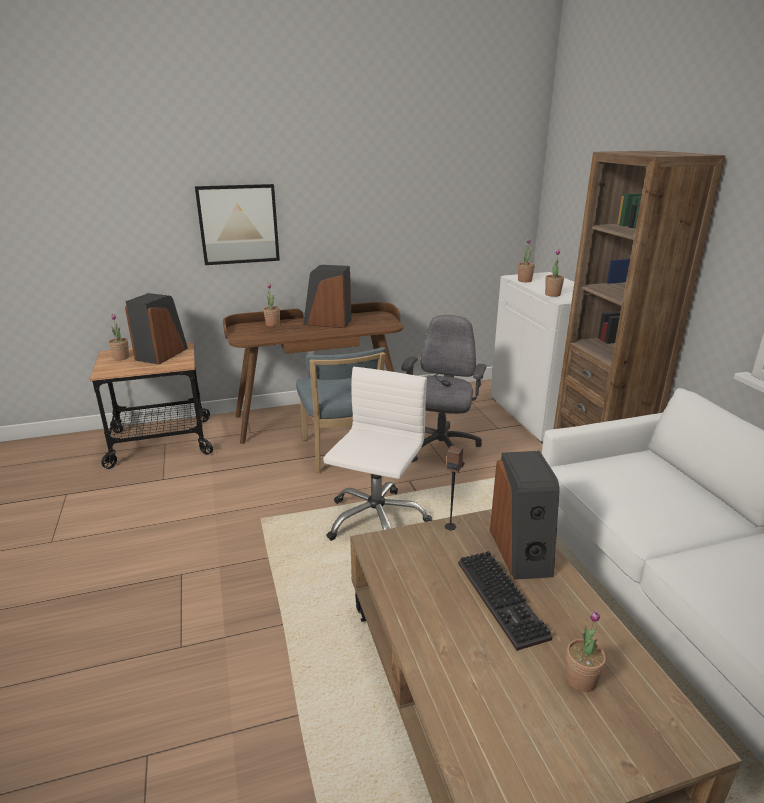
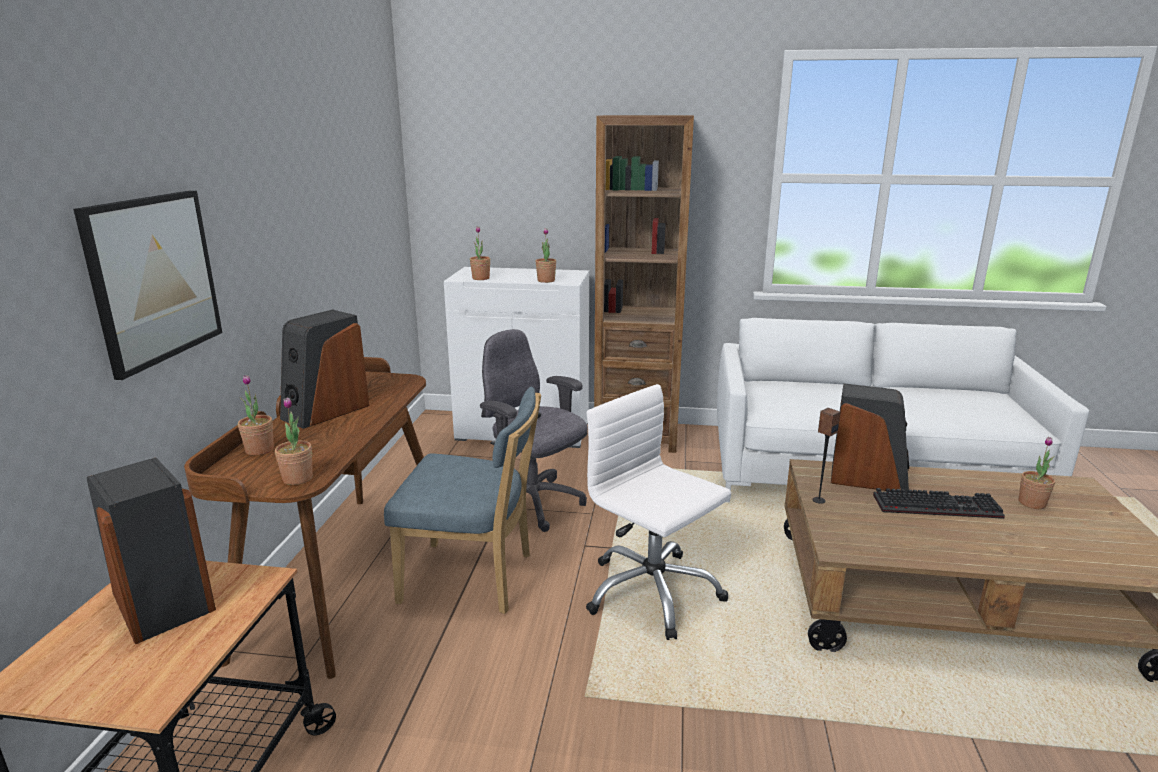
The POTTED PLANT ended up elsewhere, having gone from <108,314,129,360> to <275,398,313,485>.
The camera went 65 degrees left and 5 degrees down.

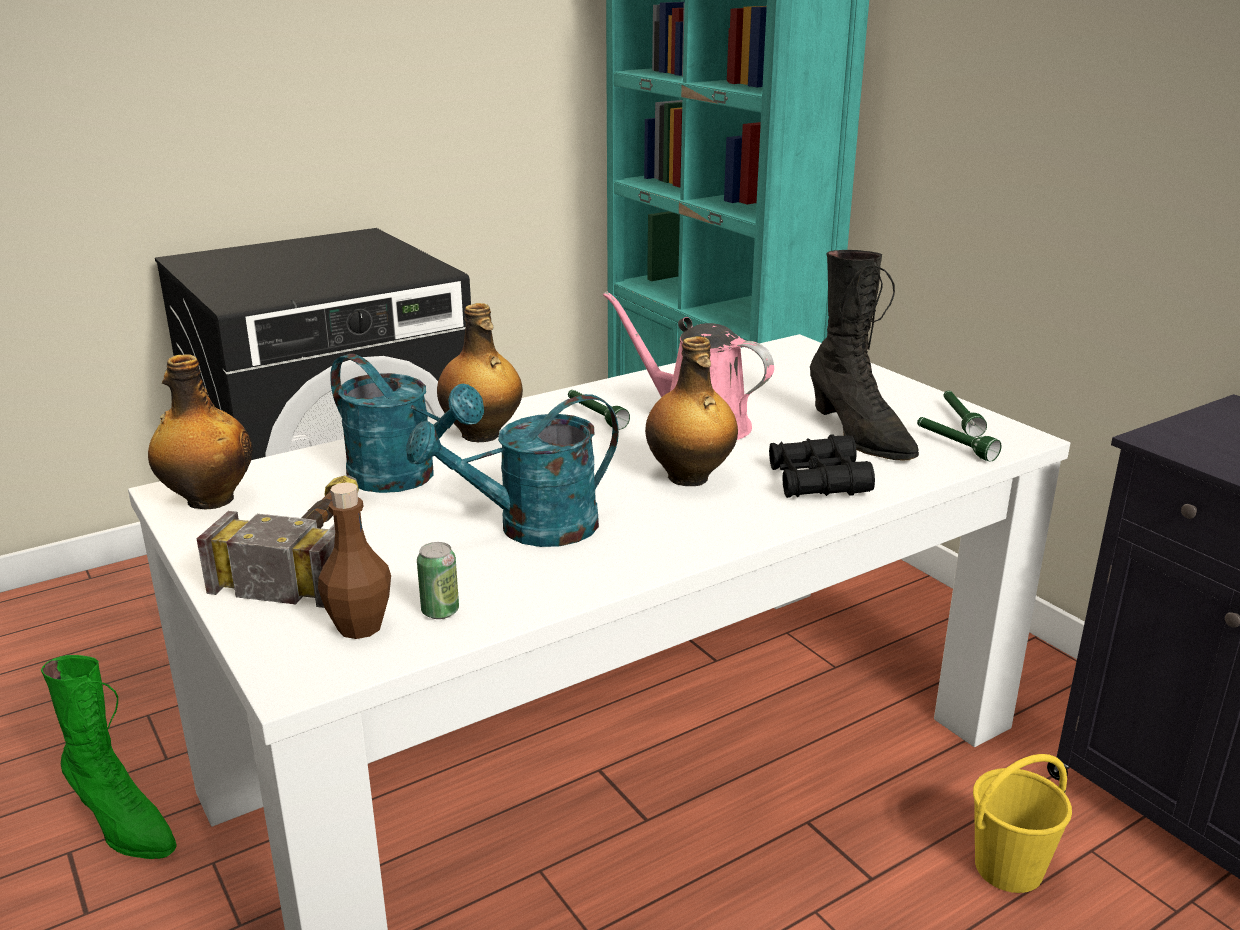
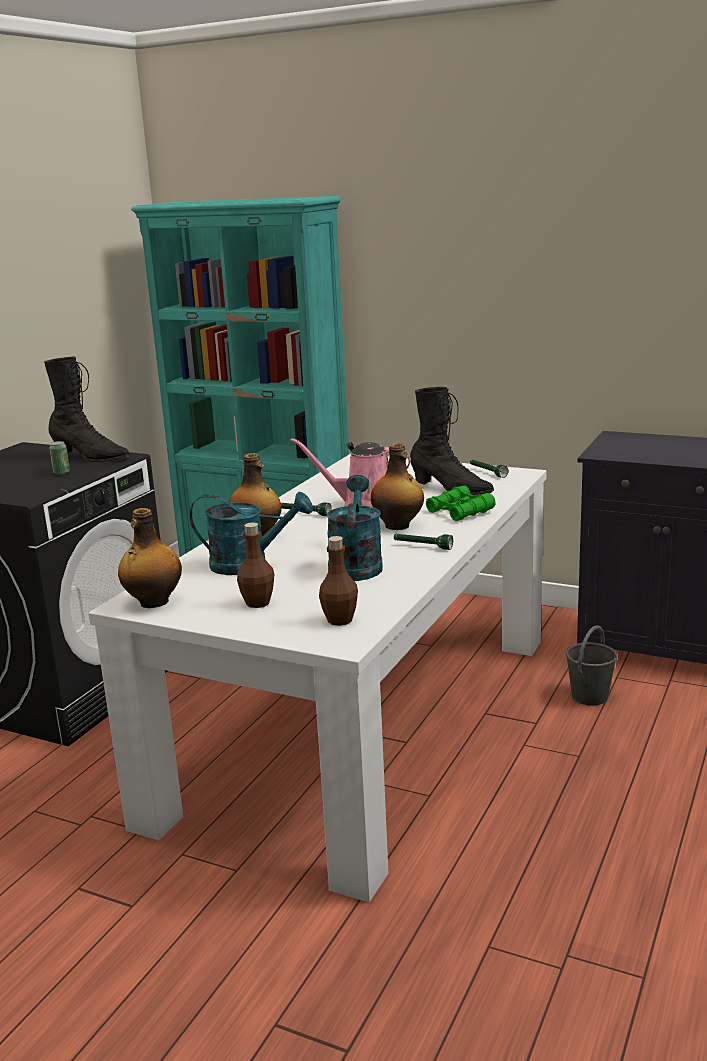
The second view gained the BLACK BOOT at <44,357,130,463>.
The CAN ended up elsewhere, having gone from <417,542,459,619> to <49,441,70,475>.
Where the HAMMER stood at <197,475,359,608>, the BROWN BOTTLE came to stand at <237,523,274,608>.
The TURQUOISE WATERING CAN at <406,394,619,547> ended up facing another way, 150 degrees clockwise from before.
The GREEN FLASHLIGHT ended up elsewhere, having gone from <917,417,1001,462> to <394,534,453,550>.
What was the BLACK BINOCULARS at <769,434,875,498> turned into the GREEN BINOCULARS at <426,485,495,521>.
What was the YELLOW BUCKET at <973,754,1072,893> turned into the GREY BUCKET at <566,625,617,706>.
The second view lost the GREEN BOOT at <41,655,176,859>.
The camera went 30 degrees left and 5 degrees down.

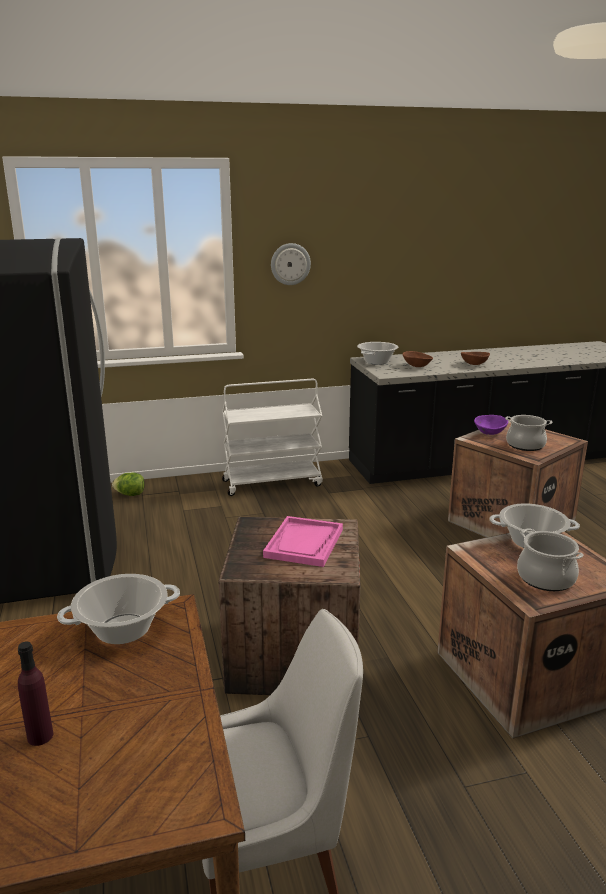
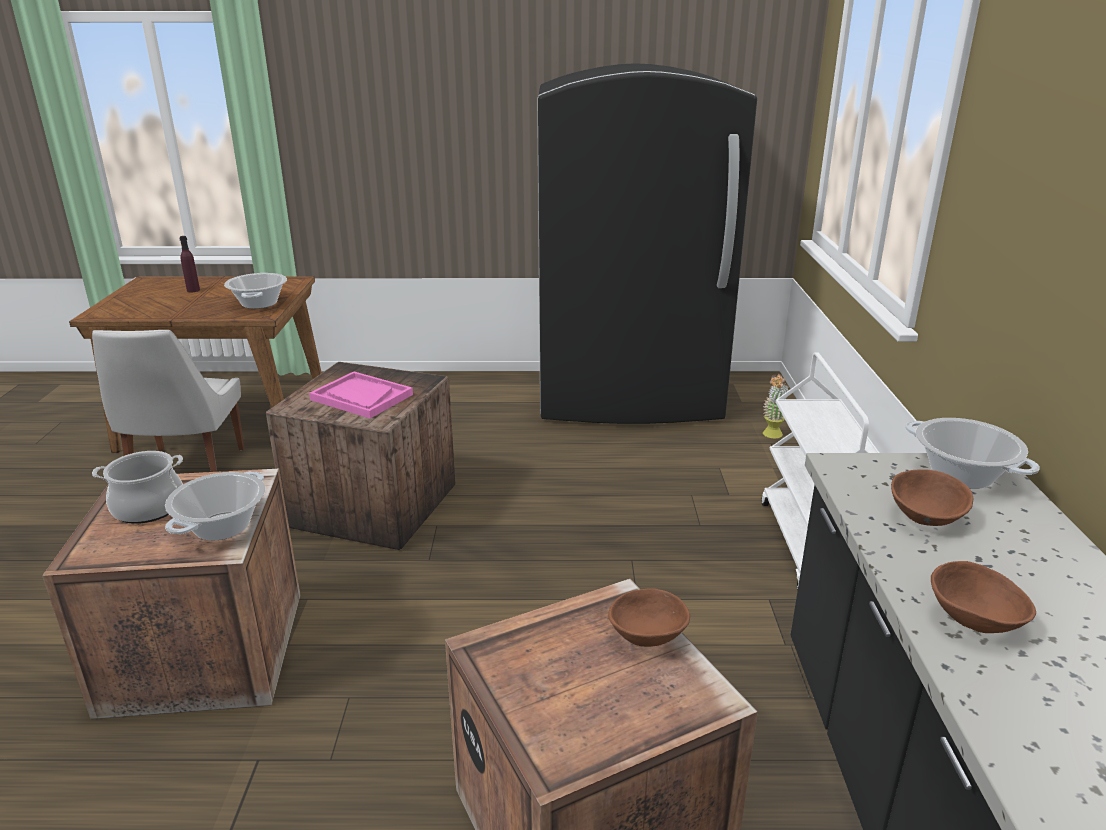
What was the PURPLE BOWL at <474,415,508,435> turned into the BROWN BOWL at <609,588,690,647>.
Where the LETTUCE stood at <112,473,145,496>, the POTTED PLANT came to stand at <763,374,789,438>.
The second view lost the WALL CLOCK at <271,243,311,285>.
The second view lost the COOKING POT at <505,415,553,451>.
The camera went 105 degrees right and 5 degrees up.

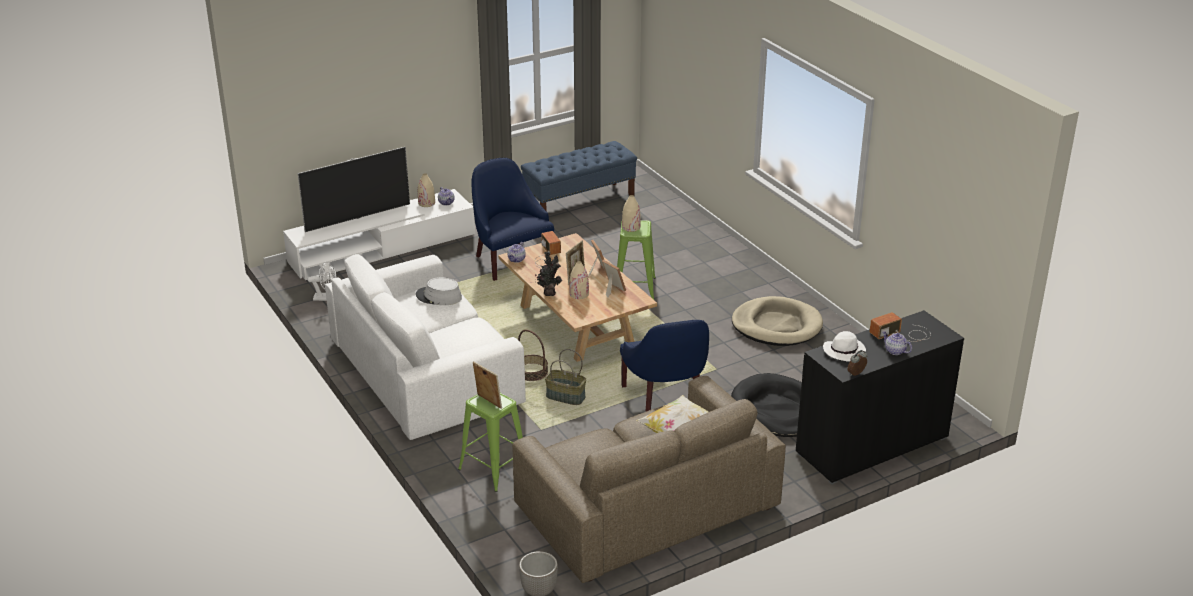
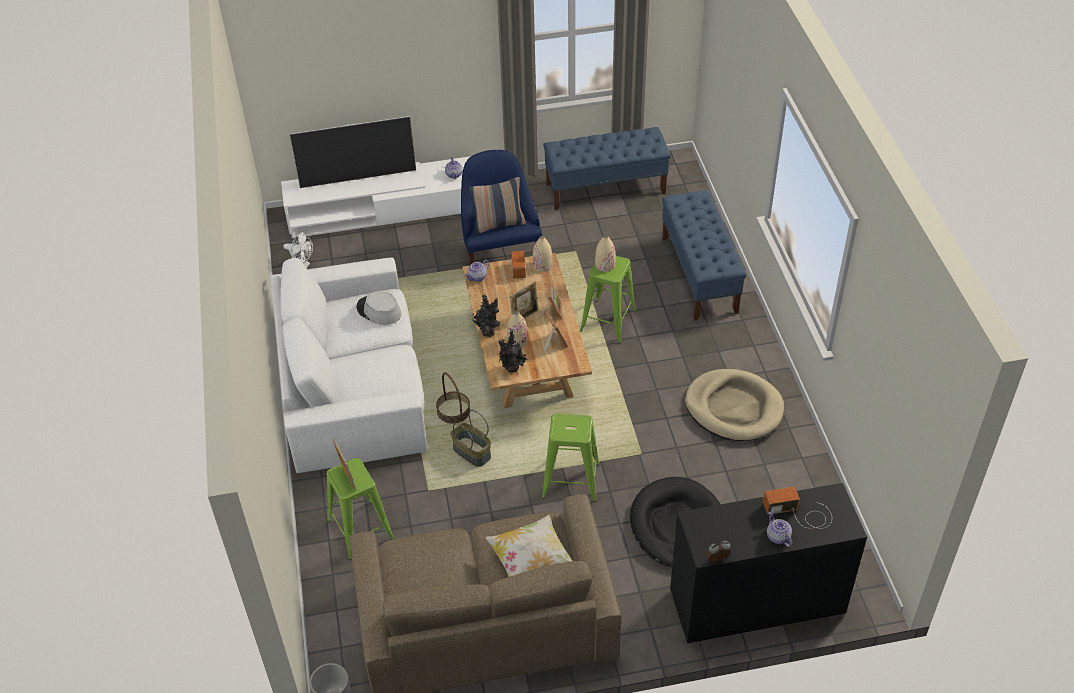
The second view gained the PILLOW at <469,177,526,234>.
The second view gained the POTTED PLANT at <499,329,527,373>.
The BEIGE VASE ended up elsewhere, having gone from <418,173,435,207> to <533,236,552,272>.
Where the BLUE ARMCHAIR stood at <620,320,709,412>, the GREEN STOOL came to stand at <542,413,600,502>.
The second view gained the BLUE BENCH at <662,191,746,321>.
The second view lost the WHITE HAT at <823,331,866,362>.
The camera went 20 degrees right and 15 degrees up.

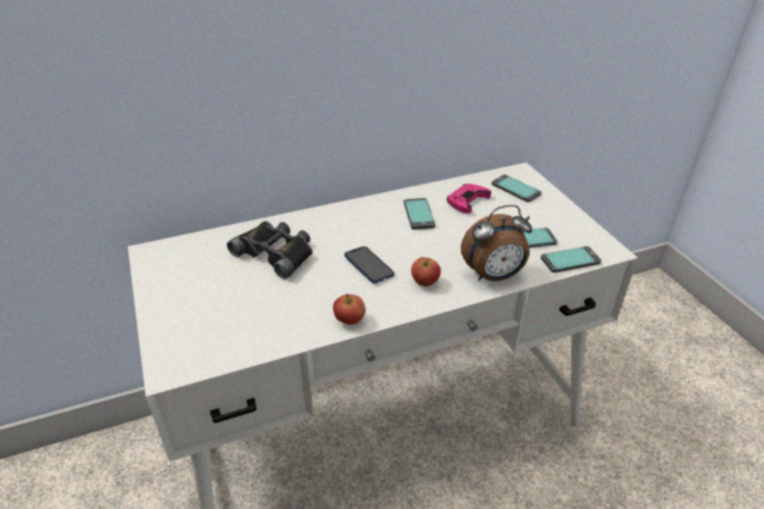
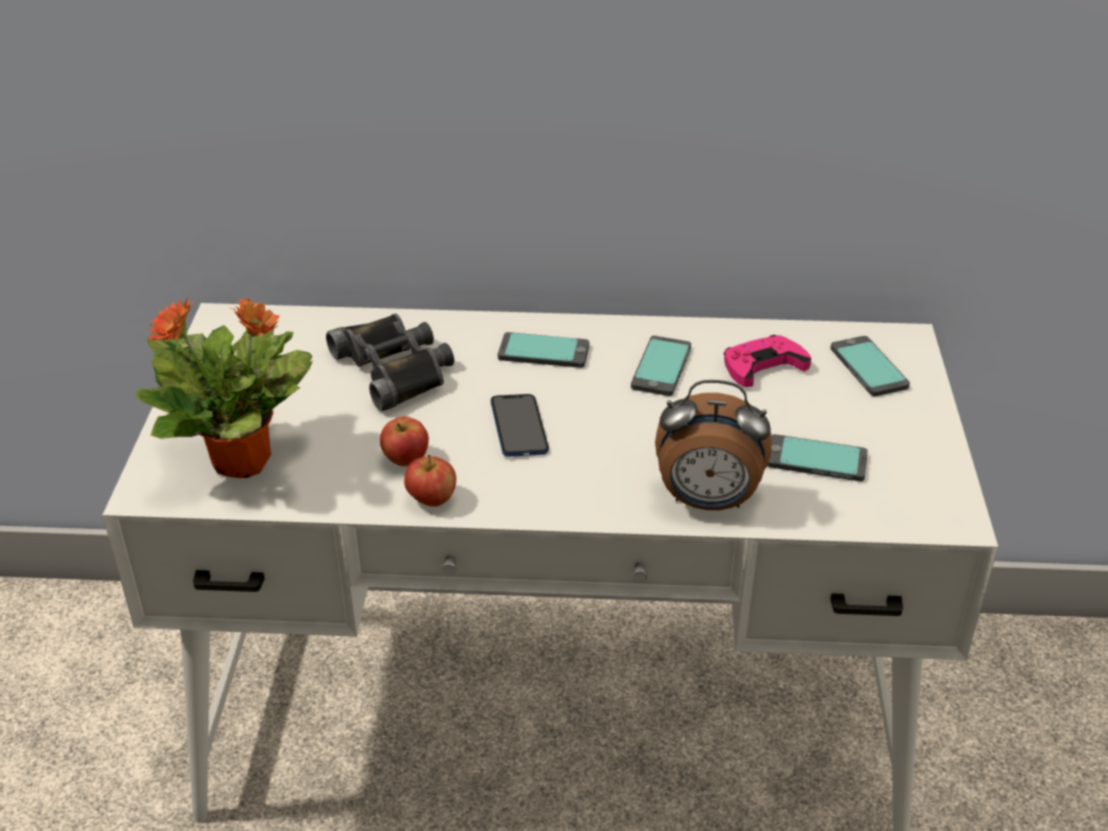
The second view gained the POTTED PLANT at <135,297,313,478>.
The APPLE ended up elsewhere, having gone from <411,257,441,286> to <380,416,429,466>.
The PHONE ended up elsewhere, having gone from <541,246,602,273> to <498,332,589,368>.
The camera went 25 degrees right and 0 degrees up.

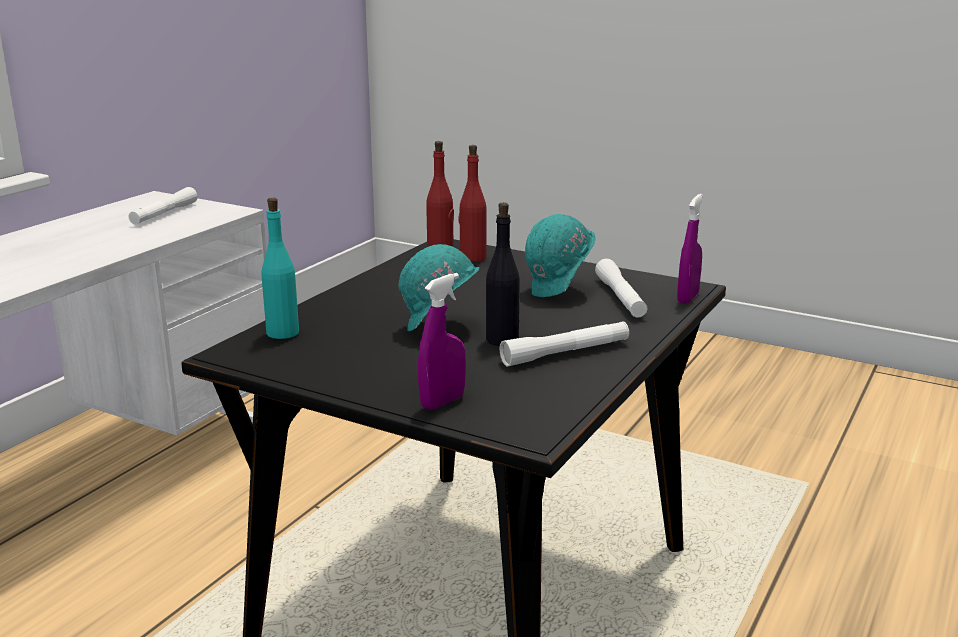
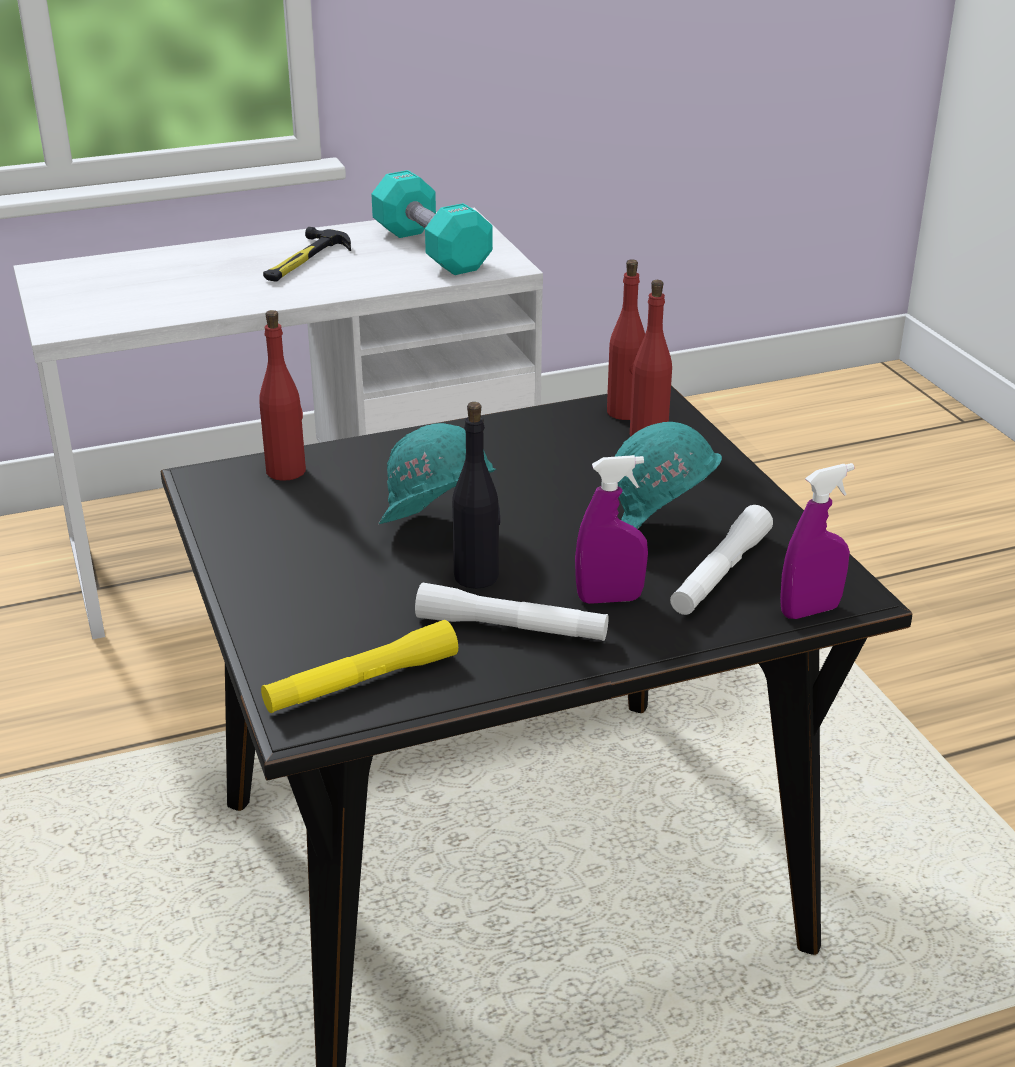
What was the TURQUOISE BOTTLE at <262,198,299,339> turned into the RED BOTTLE at <260,310,306,481>.
The second view gained the YELLOW FLASHLIGHT at <261,620,458,713>.
The second view gained the HAMMER at <263,227,351,282>.
Where the WHITE FLASHLIGHT stood at <129,187,197,225>, the TURQUOISE DUMBBELL came to stand at <371,170,493,275>.
The PURPLE SPRAY BOTTLE ended up elsewhere, having gone from <418,273,466,410> to <575,455,648,604>.
The camera went 40 degrees right and 10 degrees up.

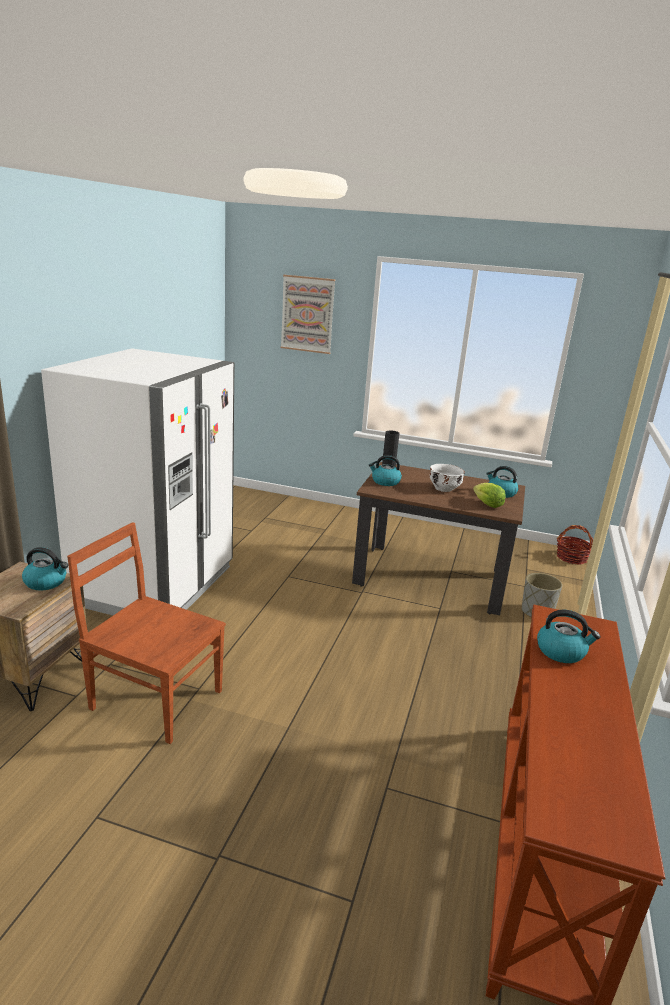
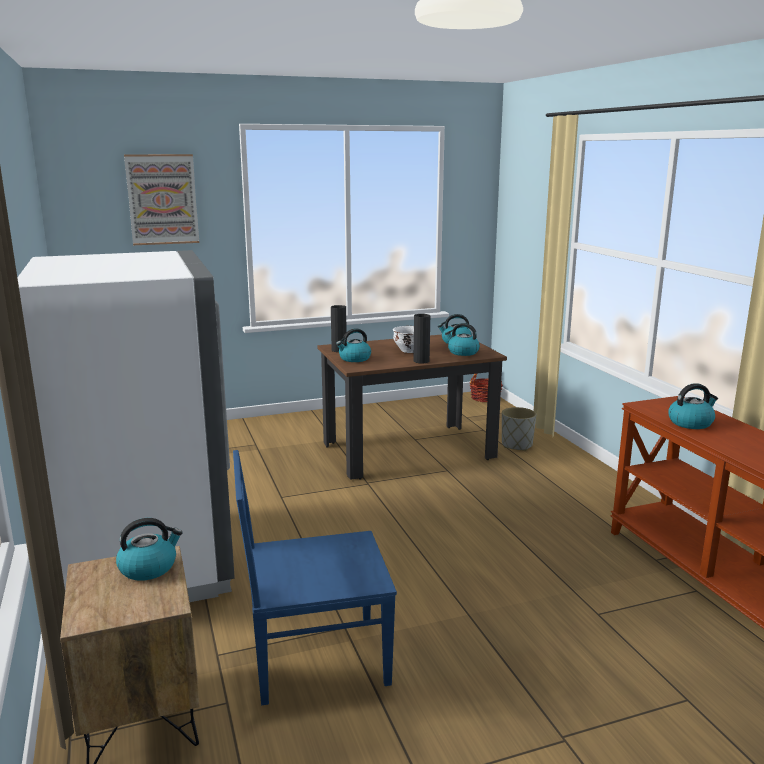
What was the BROWN CHAIR at <67,522,226,744> turned into the BLUE CHAIR at <233,450,397,705>.
The second view gained the BLACK VASE at <413,314,430,363>.
Where the LETTUCE stood at <473,483,506,508>, the KETTLE came to stand at <445,323,480,356>.
The camera went 35 degrees left and 5 degrees down.

